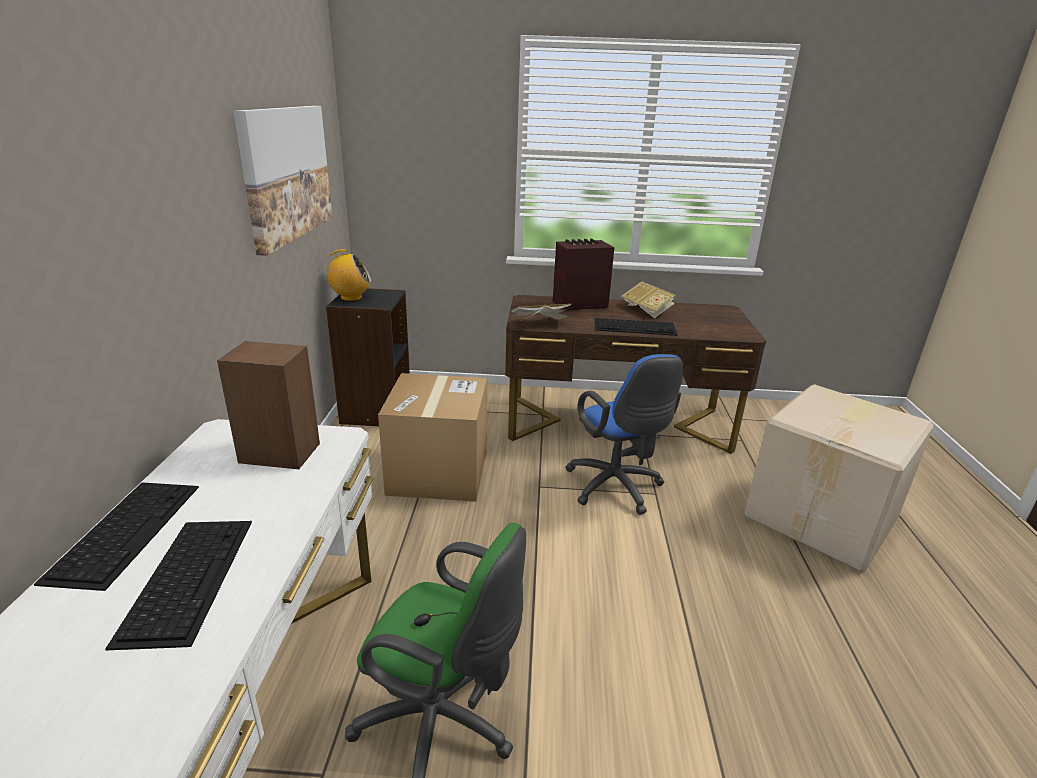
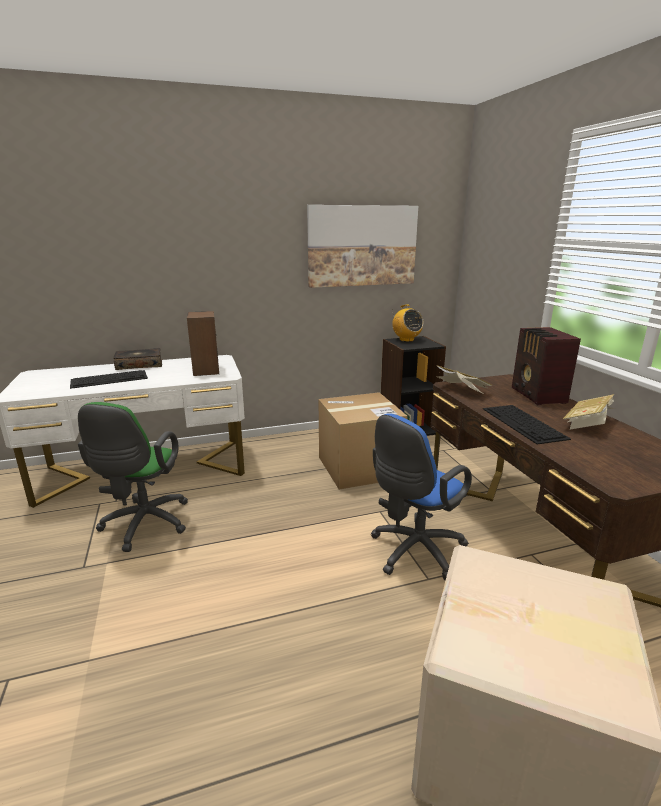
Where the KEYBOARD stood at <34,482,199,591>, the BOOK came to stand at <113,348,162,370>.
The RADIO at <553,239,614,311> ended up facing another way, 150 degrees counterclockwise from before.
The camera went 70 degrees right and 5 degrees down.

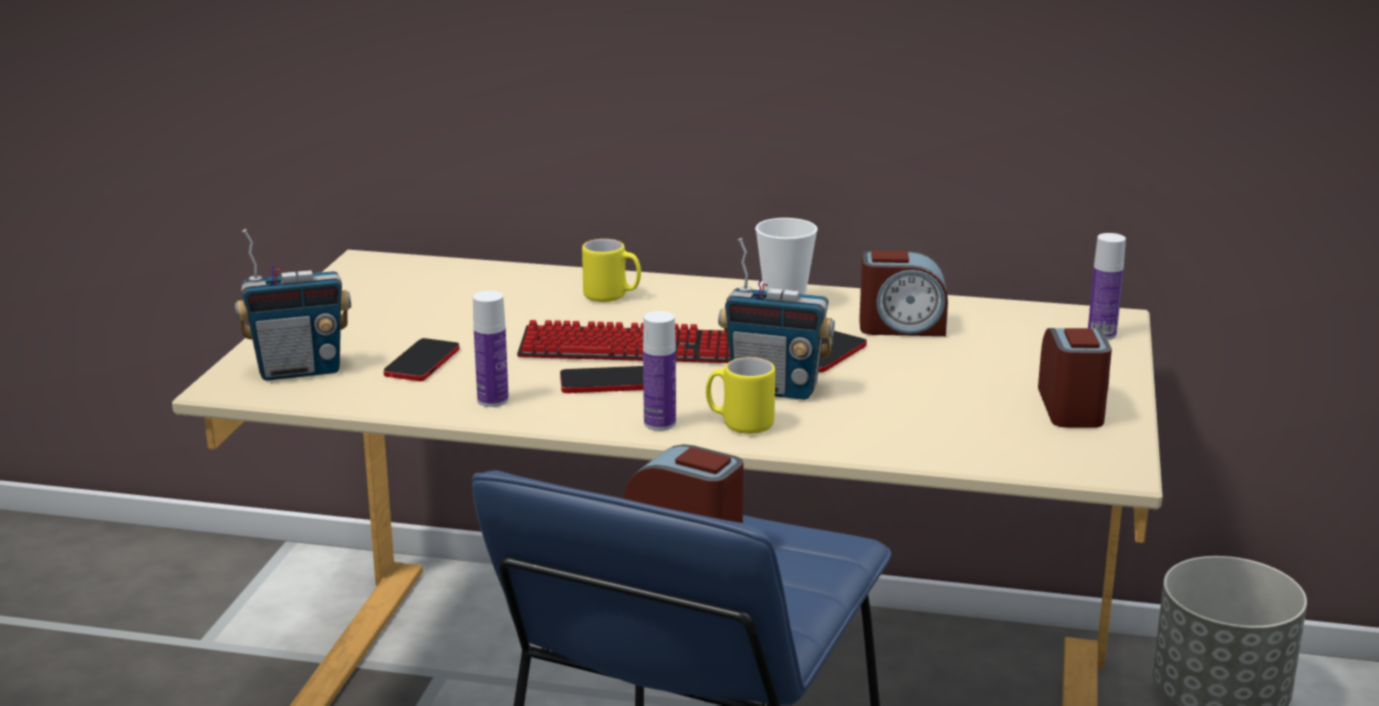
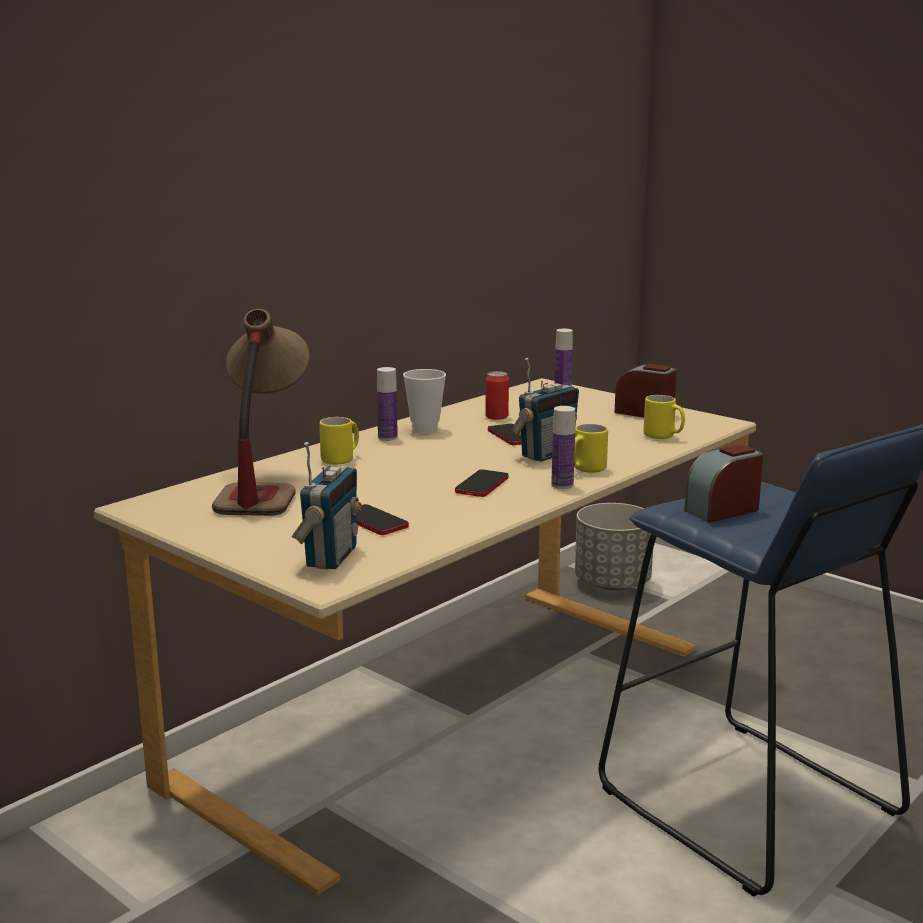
The second view gained the TABLE LAMP at <212,309,310,516>.
The BOTTLE ended up elsewhere, having gone from <473,291,509,407> to <377,367,398,441>.
Where the ALARM CLOCK stood at <859,251,948,336>, the CAN came to stand at <485,371,509,420>.
The second view gained the YELLOW MUG at <643,395,685,439>.
The second view lost the KEYBOARD at <517,320,731,363>.
The camera went 60 degrees left and 5 degrees down.

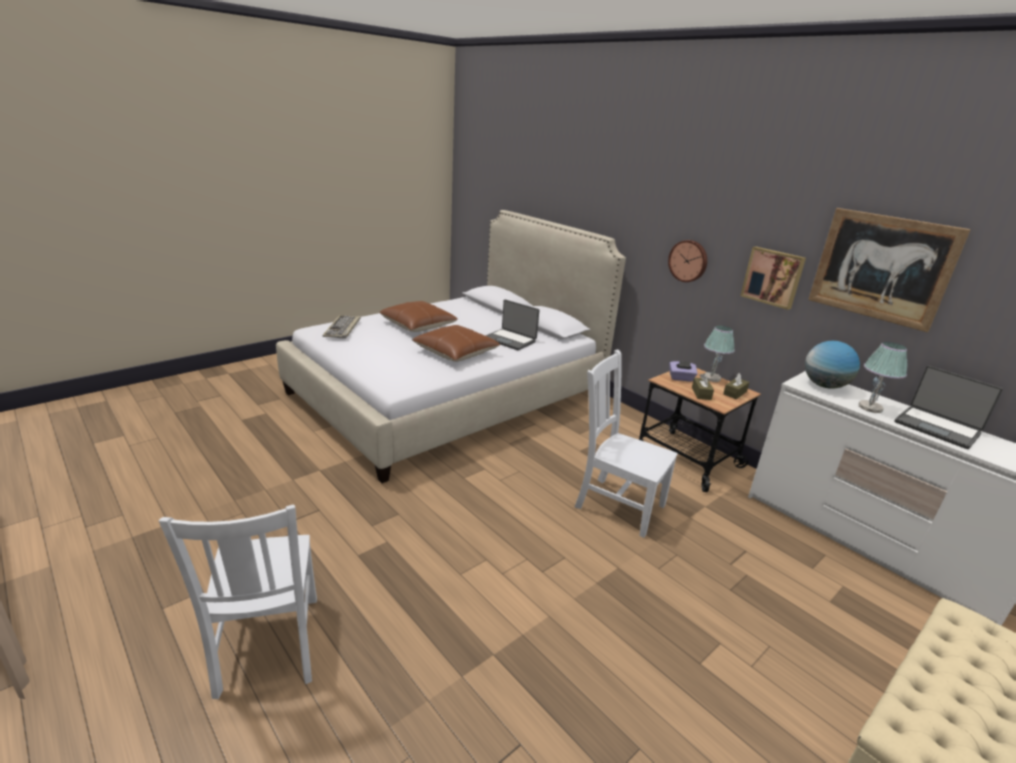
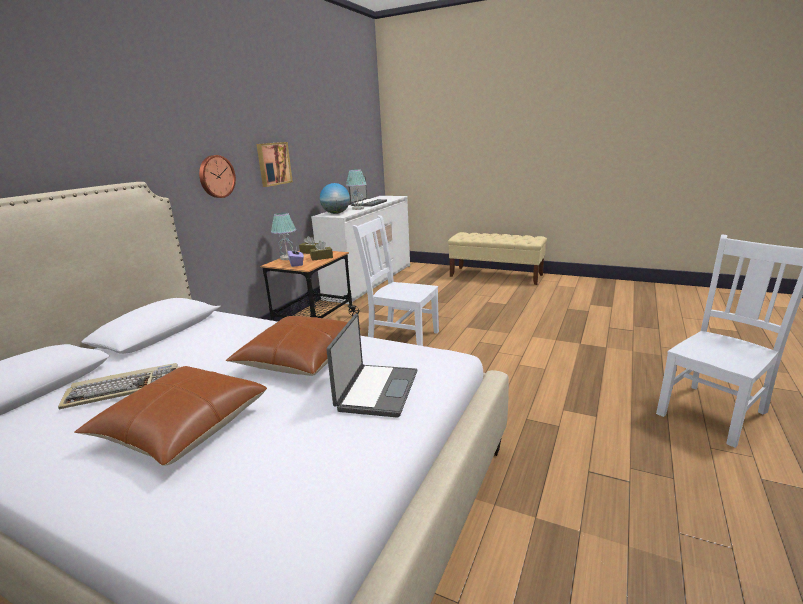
The KEYBOARD ended up elsewhere, having gone from <323,315,361,339> to <58,363,180,409>.
The LAPTOP ended up elsewhere, having gone from <486,299,540,350> to <327,314,417,418>.
The WHITE CHAIR at <574,349,678,538> ended up facing another way, 105 degrees clockwise from before.
The second view lost the PICTURE at <808,208,971,332>.
The camera went 110 degrees left and 5 degrees down.

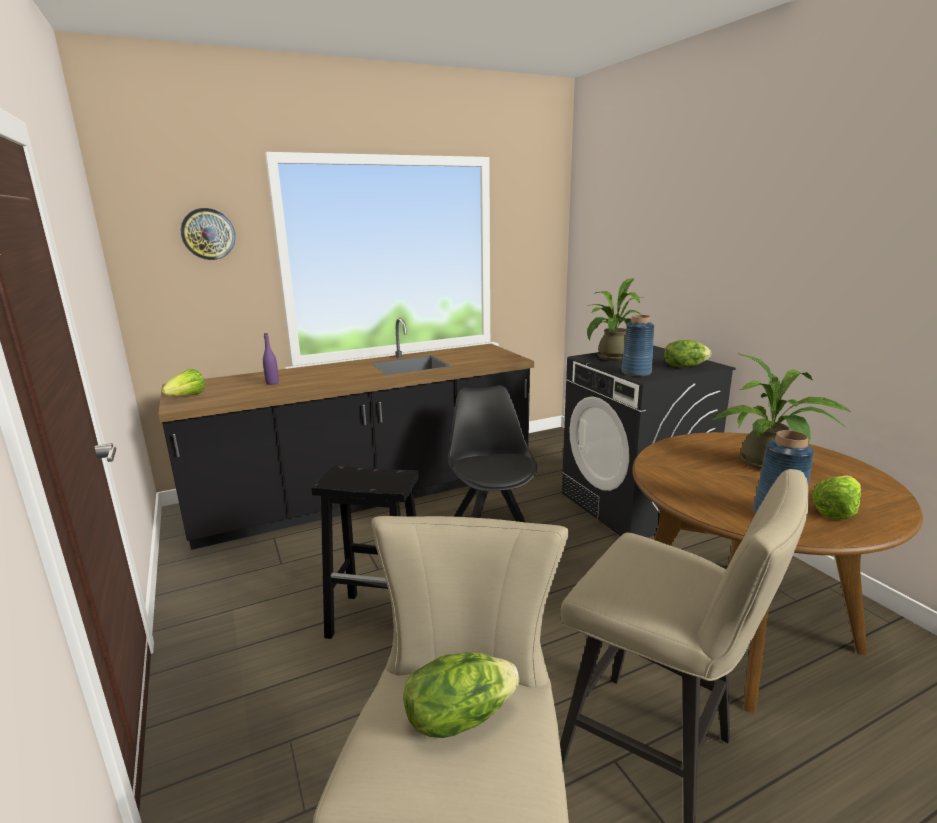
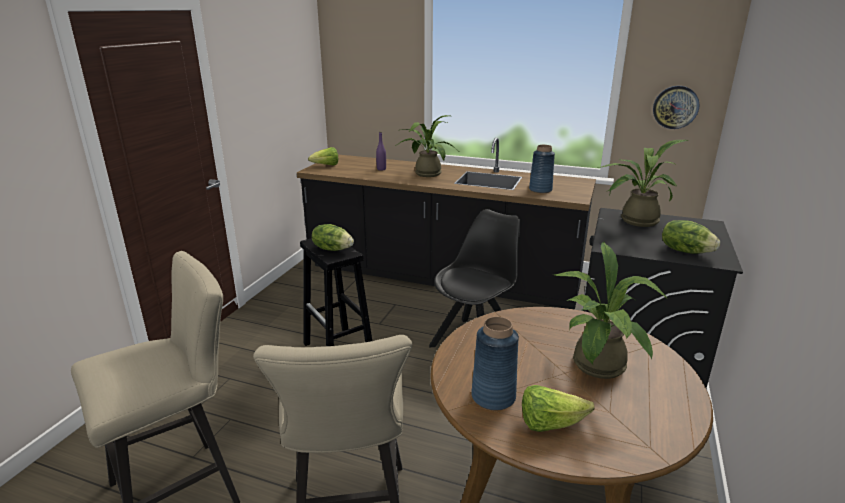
The LETTUCE ended up elsewhere, having gone from <403,652,519,738> to <312,224,354,251>.
The second view gained the POTTED PLANT at <395,115,456,177>.
The BLUE VASE ended up elsewhere, having gone from <622,315,654,376> to <529,145,555,193>.
The WALL CLOCK ended up elsewhere, having gone from <181,208,235,260> to <653,86,700,129>.
The camera went 45 degrees right and 5 degrees up.

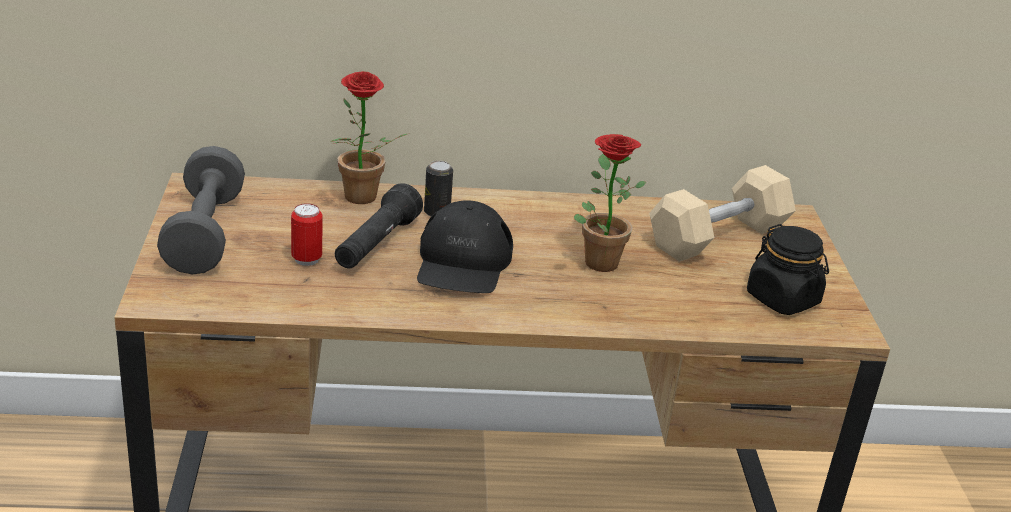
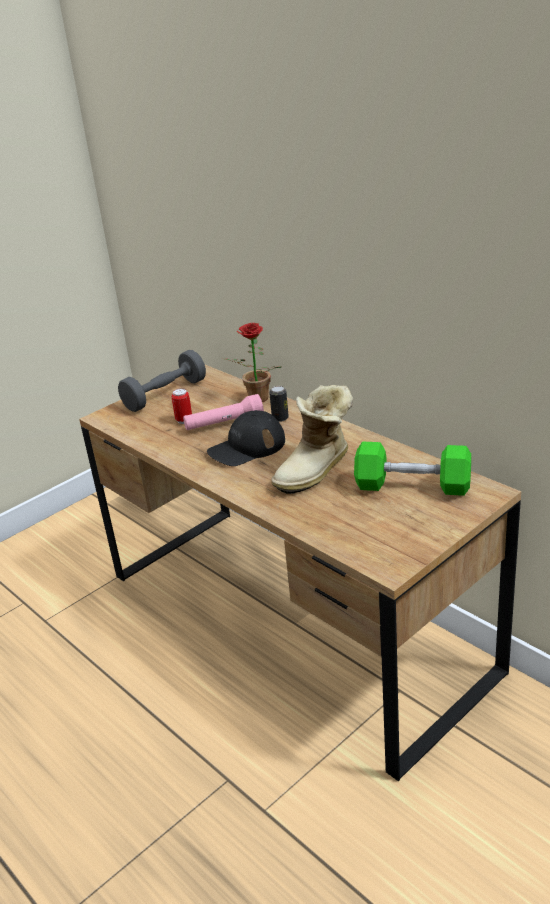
What was the BLACK FLASHLIGHT at <335,183,423,268> turned into the PINK FLASHLIGHT at <183,394,264,430>.
Where the POTTED PLANT stood at <574,134,647,272>, the BOOT came to stand at <271,385,353,494>.
What was the BEIGE DUMBBELL at <649,165,796,262> turned into the GREEN DUMBBELL at <354,441,471,496>.
The second view lost the BLACK JAR at <747,224,829,315>.
The camera went 55 degrees right and 0 degrees up.

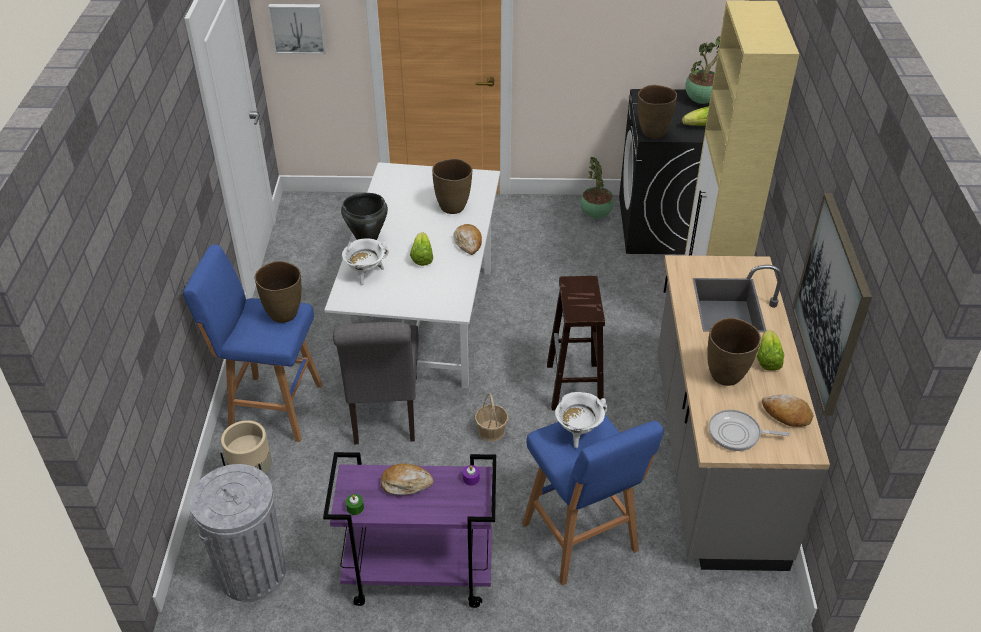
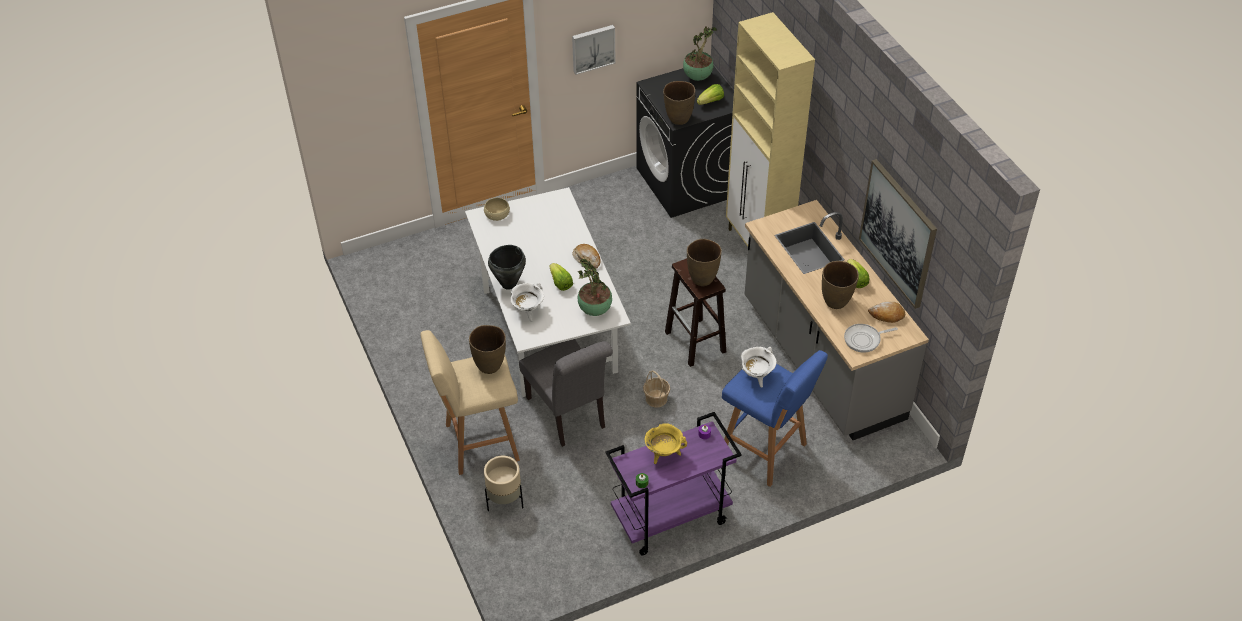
What was the BLUE STOOL at <183,244,322,442> turned into the BEIGE STOOL at <420,330,520,475>.
The second view gained the BEIGE BOWL at <484,198,510,221>.
The PICTURE ended up elsewhere, having gone from <268,4,326,54> to <572,25,616,75>.
The POTTED PLANT ended up elsewhere, having gone from <581,156,614,219> to <578,259,612,316>.
Where the BREAD stood at <381,463,434,495>, the YELLOW COOKING POT came to stand at <645,423,687,464>.
The BROWN VASE ended up elsewhere, having gone from <432,159,473,214> to <687,239,722,286>.
The second view lost the GREY TRASH CAN at <190,464,286,602>.
The camera went 25 degrees left and 5 degrees up.

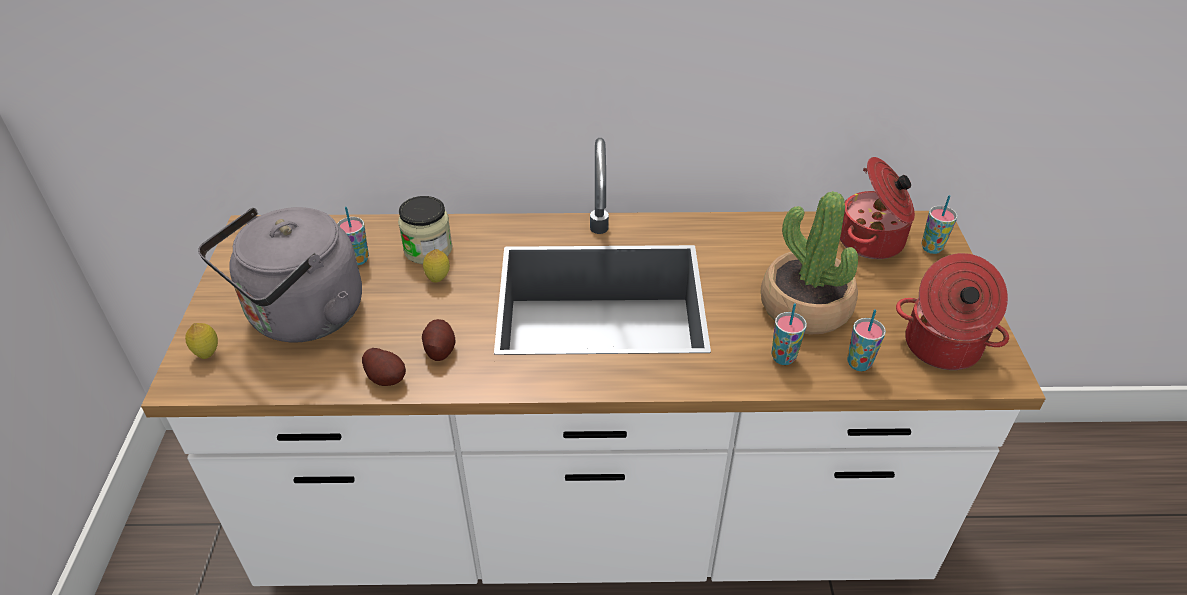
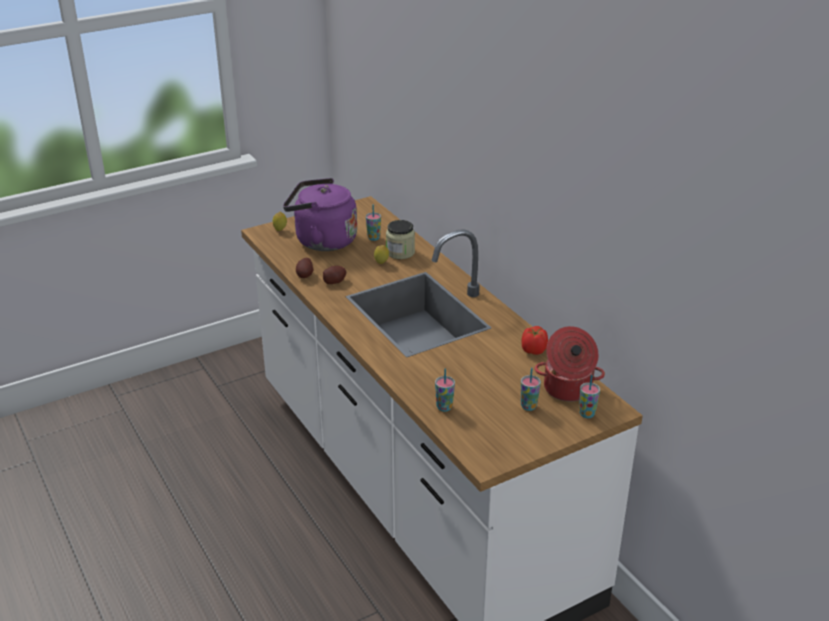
What was the GREY KETTLE at <198,207,362,343> turned into the PURPLE KETTLE at <283,178,357,251>.
The second view gained the TOMATO at <521,326,548,355>.
The CUP ended up elsewhere, having gone from <771,303,807,365> to <521,368,541,411>.
The second view lost the POTTED PLANT at <761,191,858,334>.
The second view lost the COOKING POT at <896,253,1009,370>.
The camera went 60 degrees right and 10 degrees down.

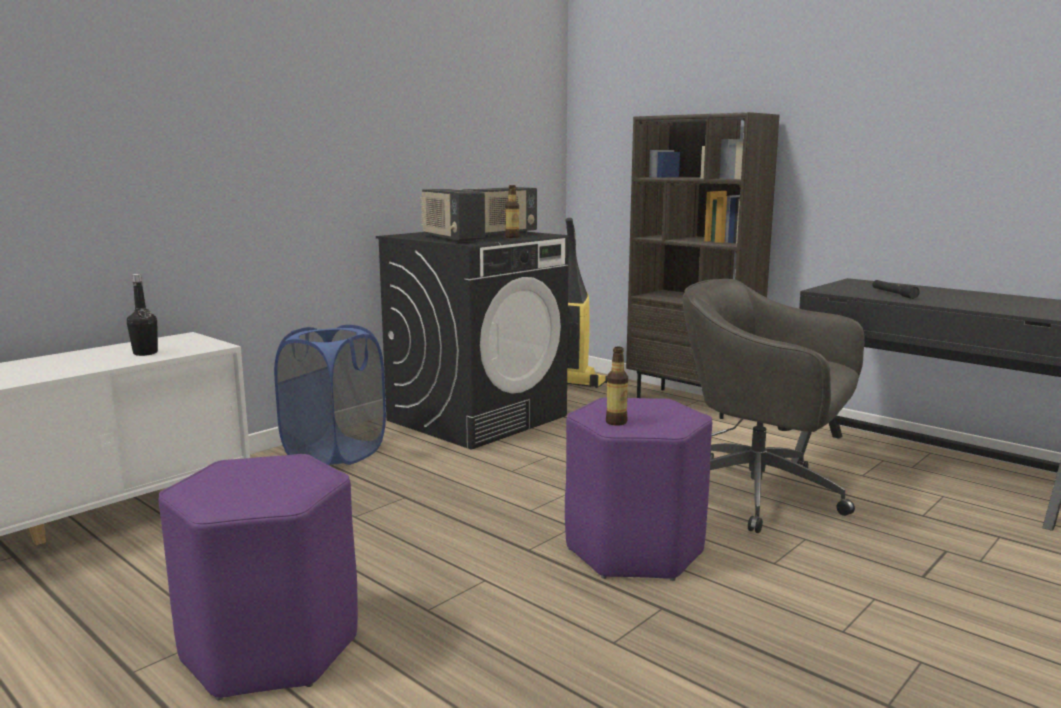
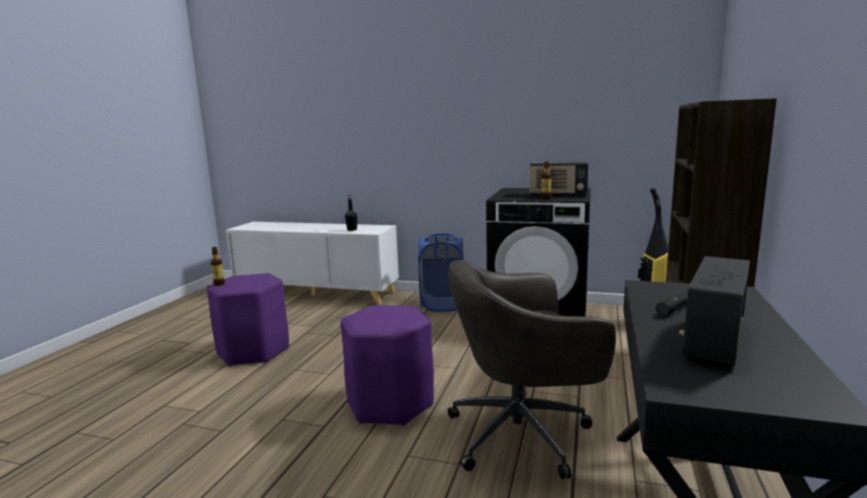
The BOTTLE ended up elsewhere, having gone from <606,347,628,426> to <211,247,225,286>.
The GREY OFFICE CHAIR at <683,279,865,533> ended up facing another way, 105 degrees counterclockwise from before.
The RADIO ended up elsewhere, having gone from <421,189,485,242> to <679,256,750,365>.
The camera went 65 degrees right and 0 degrees up.

